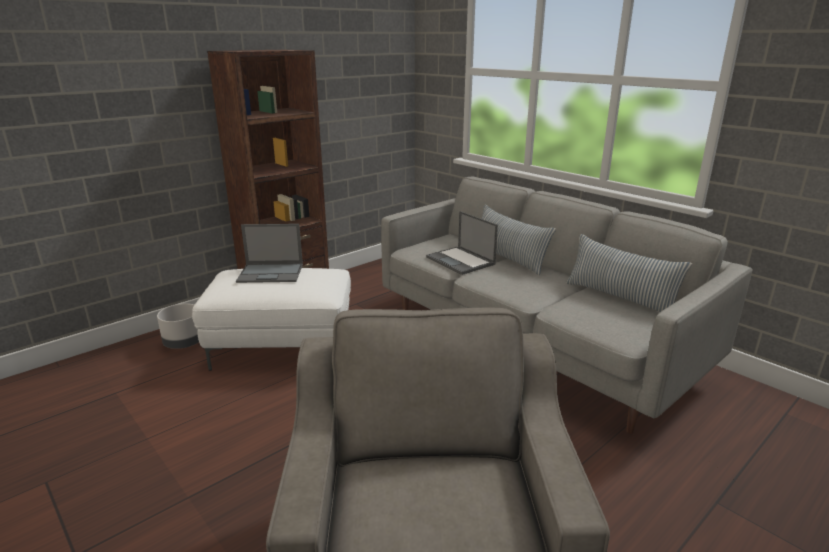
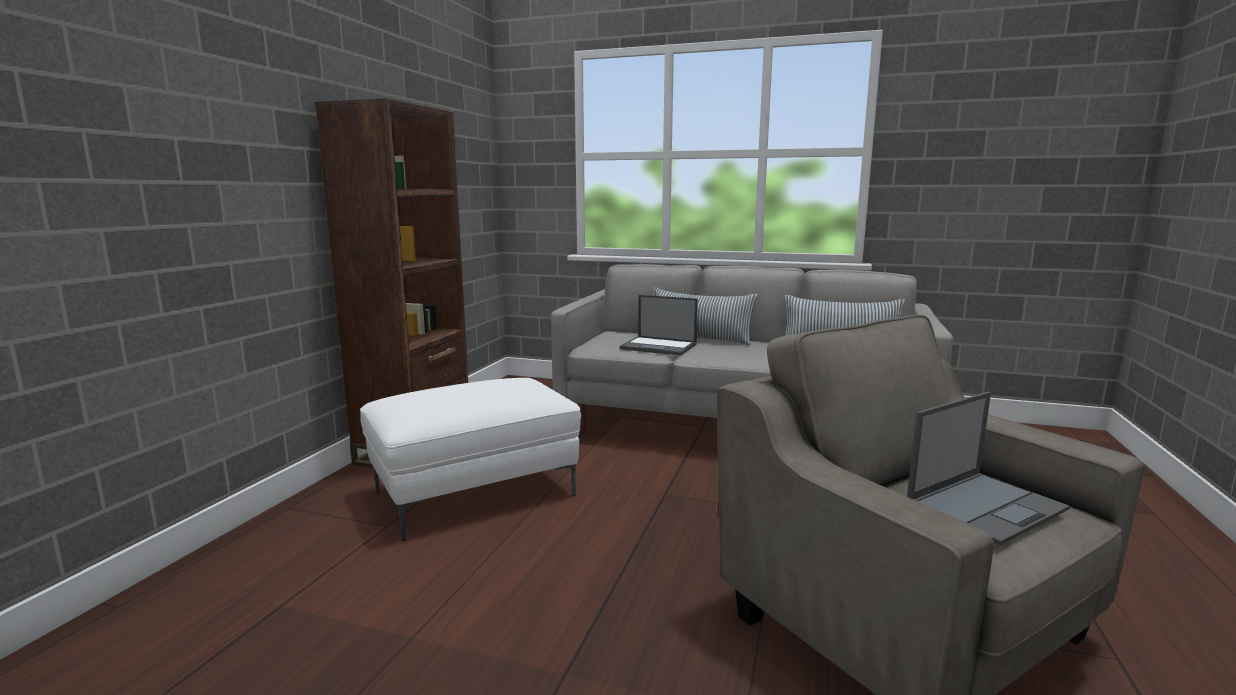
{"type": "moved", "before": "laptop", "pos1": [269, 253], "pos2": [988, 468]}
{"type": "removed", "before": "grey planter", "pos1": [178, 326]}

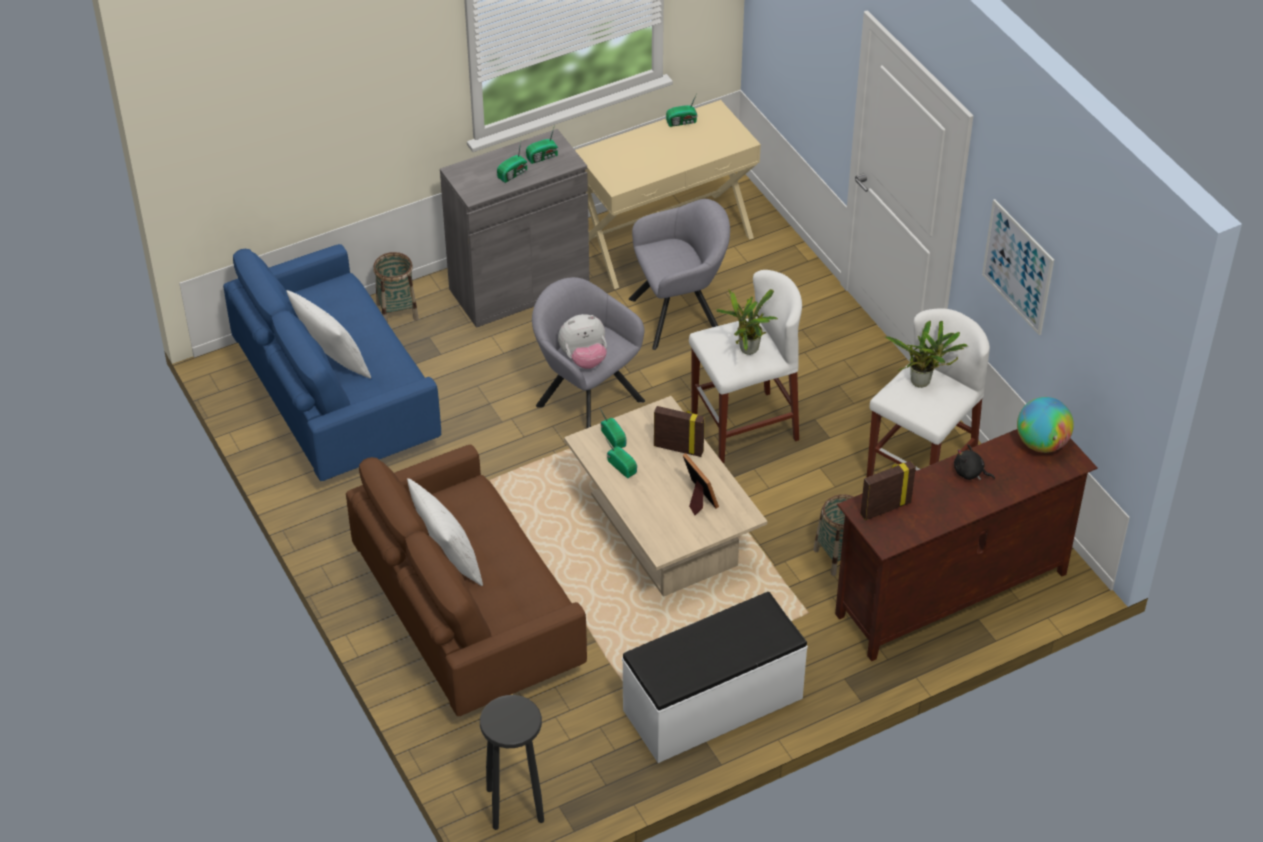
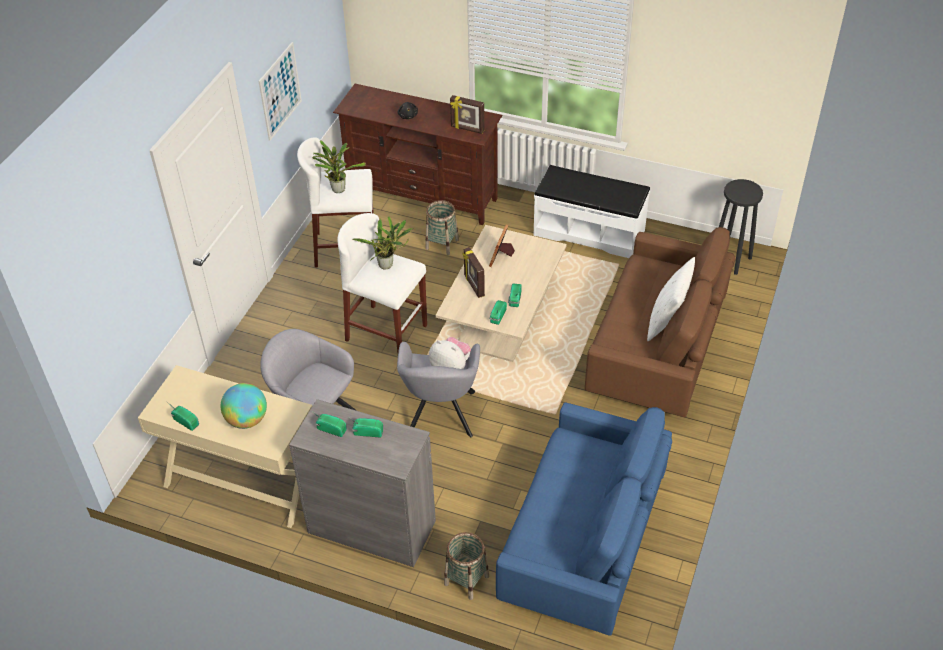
{"type": "removed", "before": "white pillow", "pos1": [328, 334]}
{"type": "moved", "before": "globe", "pos1": [1045, 425], "pos2": [244, 406]}

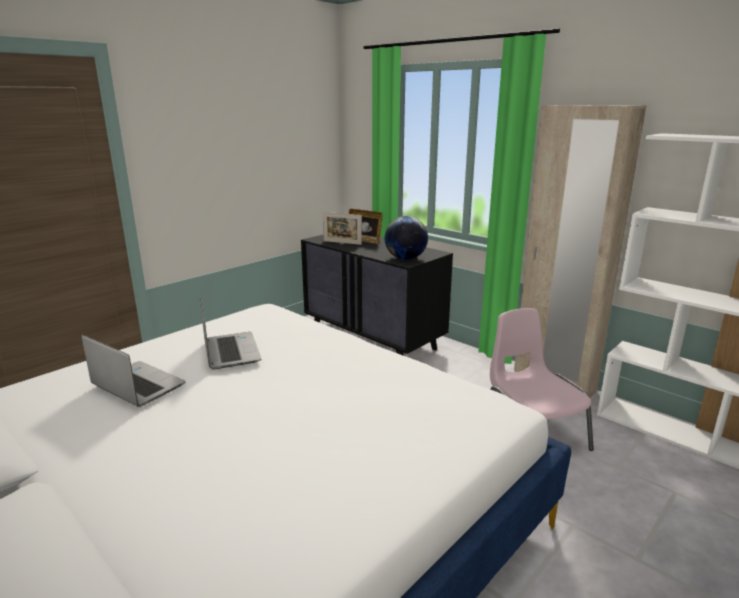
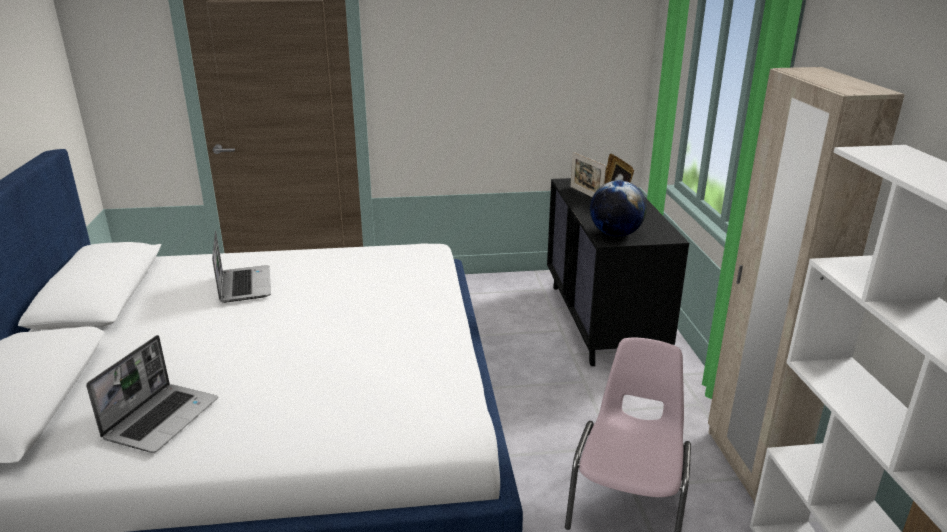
{"type": "moved", "before": "laptop", "pos1": [230, 333], "pos2": [152, 394]}

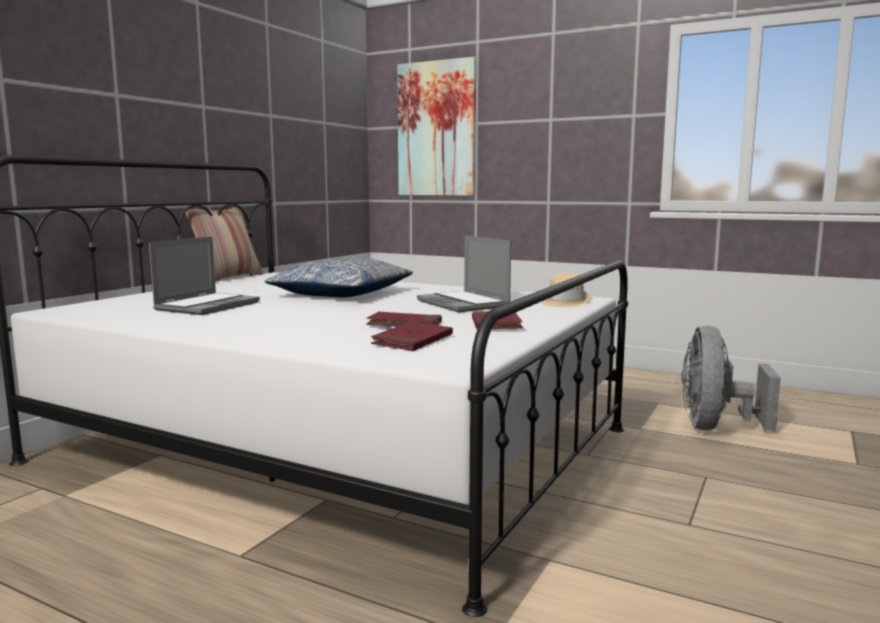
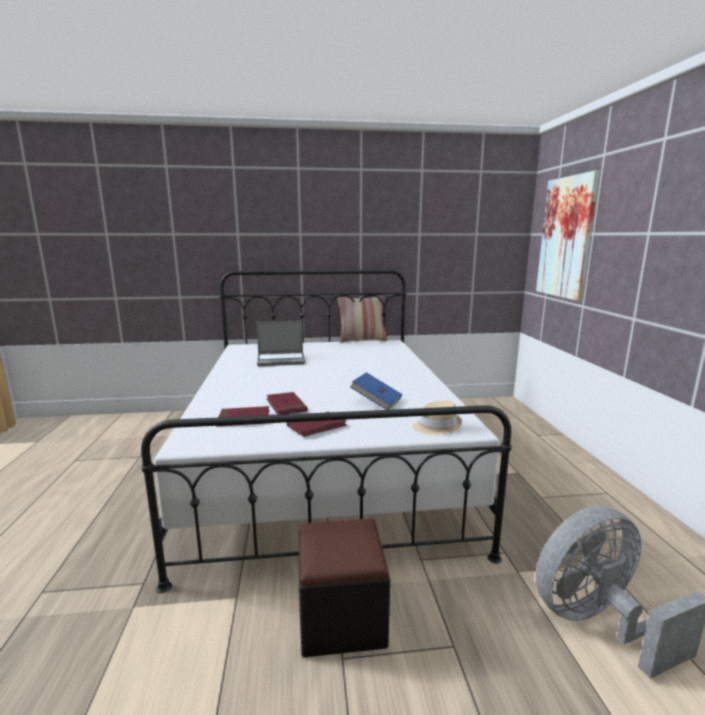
{"type": "replaced", "before": "laptop", "after": "blue book", "pos1": [464, 274], "pos2": [376, 391]}
{"type": "removed", "before": "pillow", "pos1": [339, 277]}
{"type": "added", "after": "black ottoman", "pos2": [344, 587]}

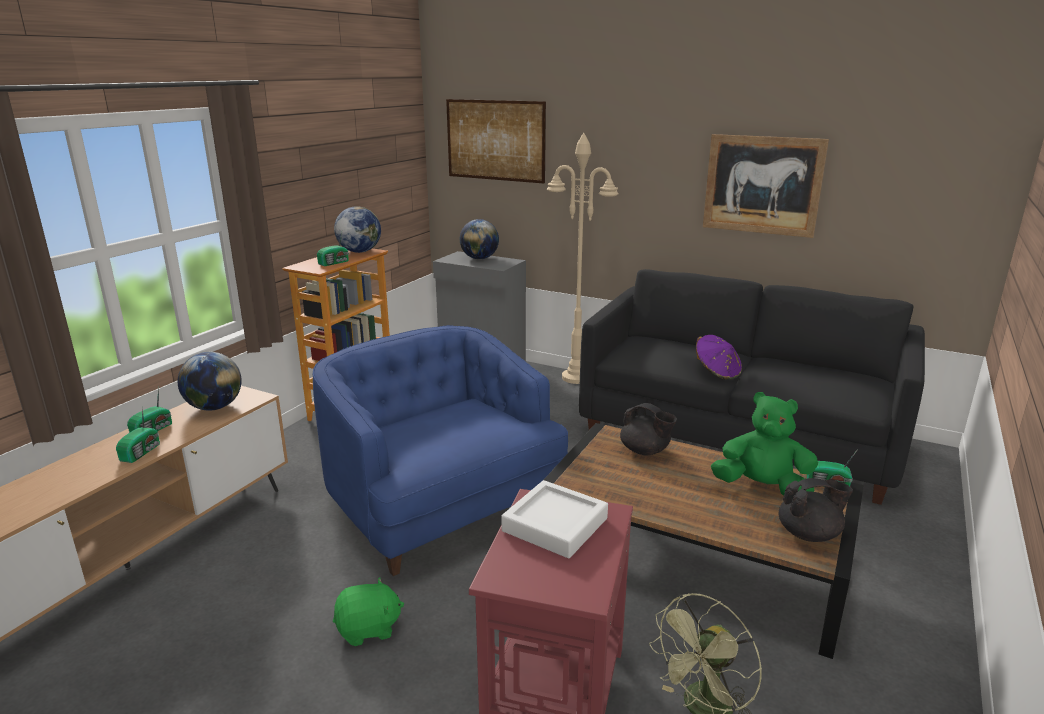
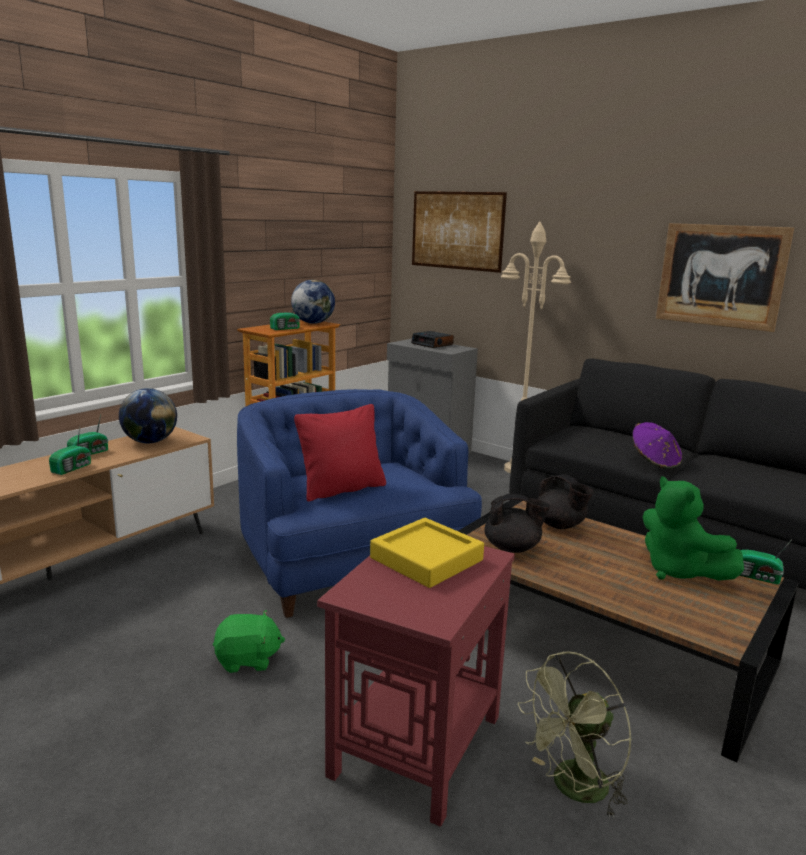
{"type": "replaced", "before": "globe", "after": "alarm clock", "pos1": [479, 239], "pos2": [432, 339]}
{"type": "turned", "before": "green plush toy", "pos1": [764, 444], "pos2": [693, 528], "turn": -150}
{"type": "moved", "before": "black teapot", "pos1": [816, 510], "pos2": [517, 523]}
{"type": "recoloured", "before": "white tray", "after": "yellow tray", "pos1": [554, 519], "pos2": [427, 553]}
{"type": "added", "after": "red pillow", "pos2": [340, 453]}

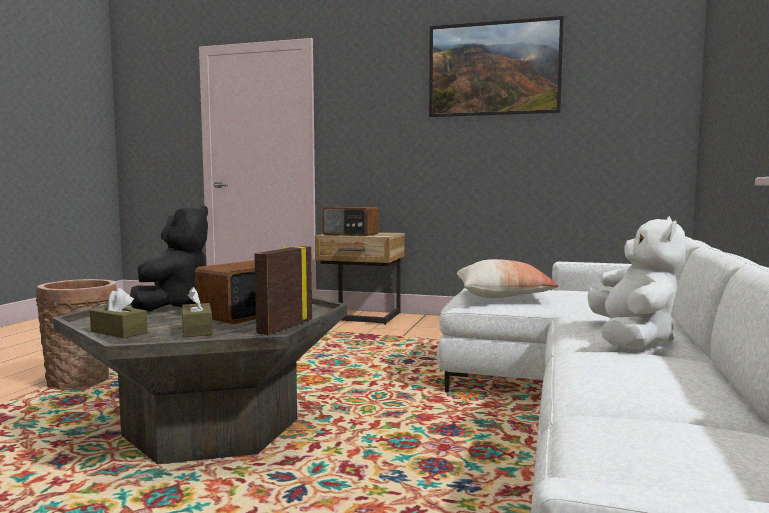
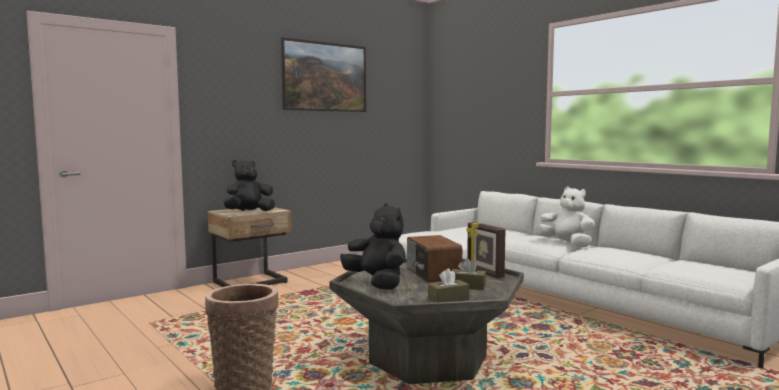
{"type": "replaced", "before": "radio", "after": "black plush toy", "pos1": [350, 221], "pos2": [249, 185]}
{"type": "removed", "before": "pillow", "pos1": [508, 278]}

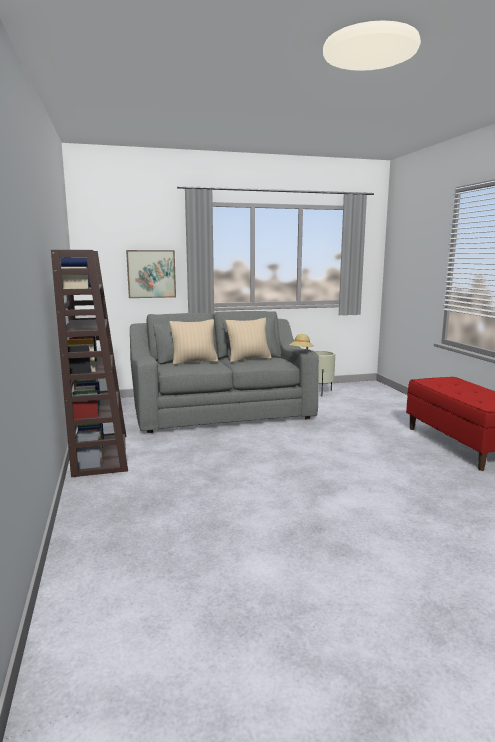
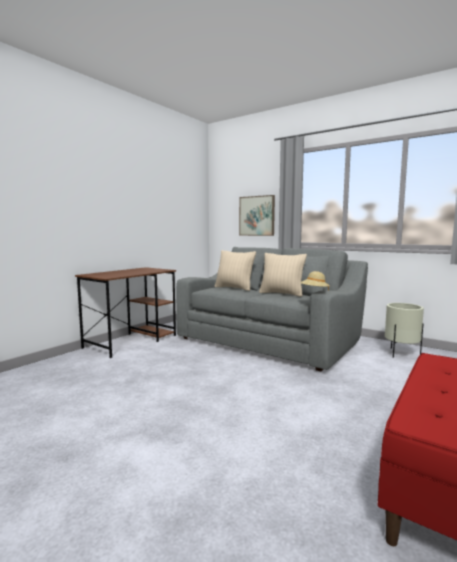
{"type": "replaced", "before": "brown bookcase", "after": "brown desk", "pos1": [89, 363], "pos2": [125, 312]}

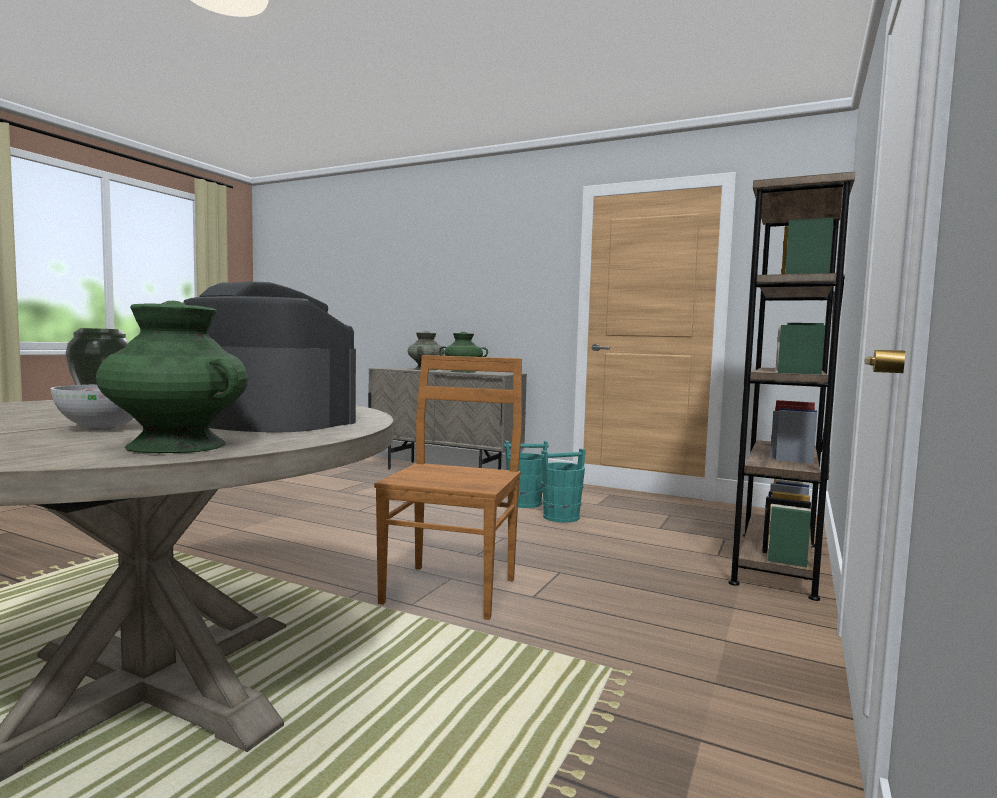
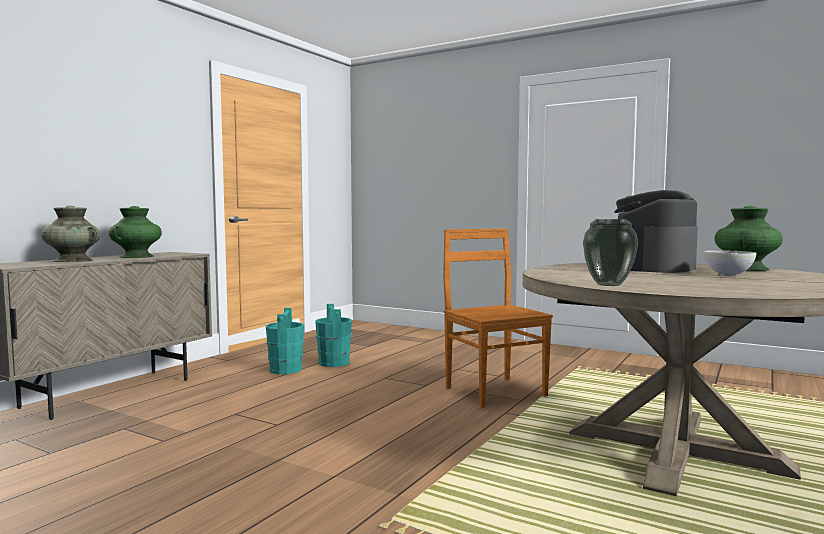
{"type": "removed", "before": "brown bookcase", "pos1": [792, 386]}
{"type": "turned", "before": "brown chair", "pos1": [448, 487], "pos2": [498, 318], "turn": 45}

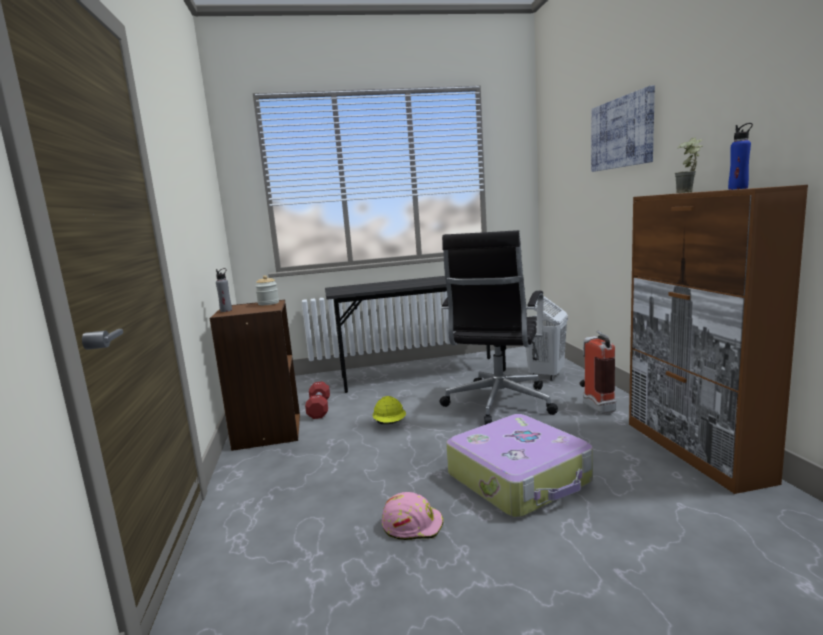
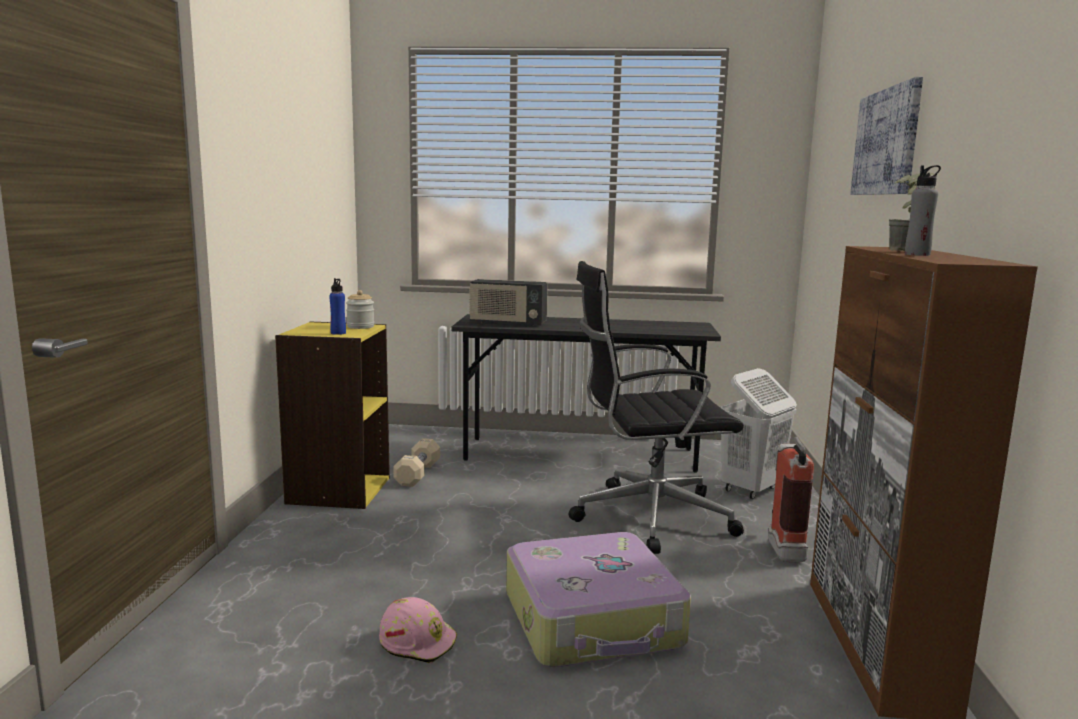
{"type": "moved", "before": "blue bottle", "pos1": [740, 156], "pos2": [337, 306]}
{"type": "turned", "before": "black office chair", "pos1": [498, 327], "pos2": [656, 407], "turn": 45}
{"type": "moved", "before": "grey bottle", "pos1": [224, 290], "pos2": [923, 210]}
{"type": "recoloured", "before": "brown bookcase", "after": "yellow bookcase", "pos1": [255, 375], "pos2": [332, 415]}
{"type": "recoloured", "before": "red dumbbell", "after": "beige dumbbell", "pos1": [317, 400], "pos2": [416, 462]}
{"type": "removed", "before": "yellow hard hat", "pos1": [389, 410]}
{"type": "added", "after": "radio", "pos2": [508, 303]}

